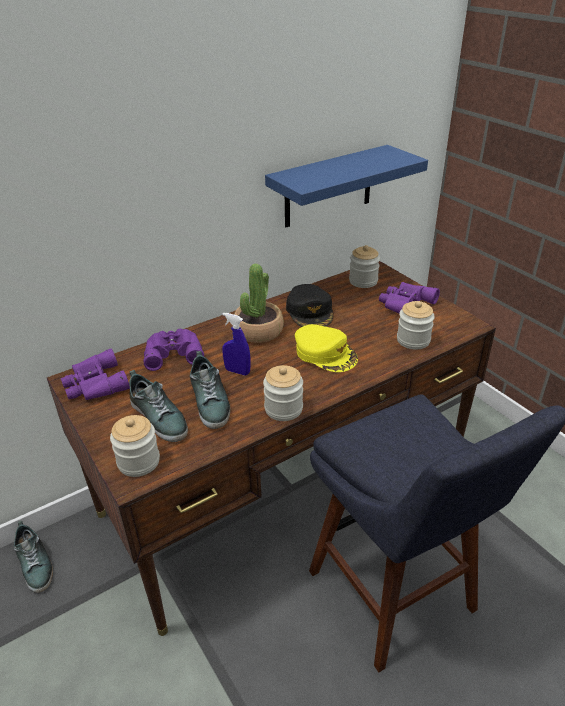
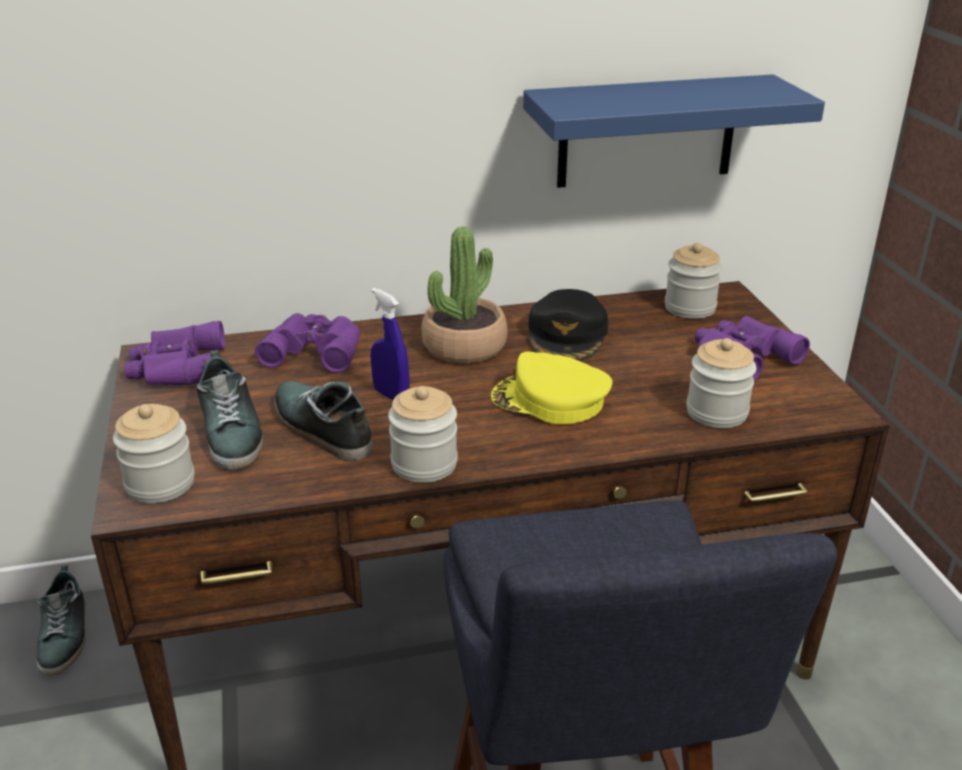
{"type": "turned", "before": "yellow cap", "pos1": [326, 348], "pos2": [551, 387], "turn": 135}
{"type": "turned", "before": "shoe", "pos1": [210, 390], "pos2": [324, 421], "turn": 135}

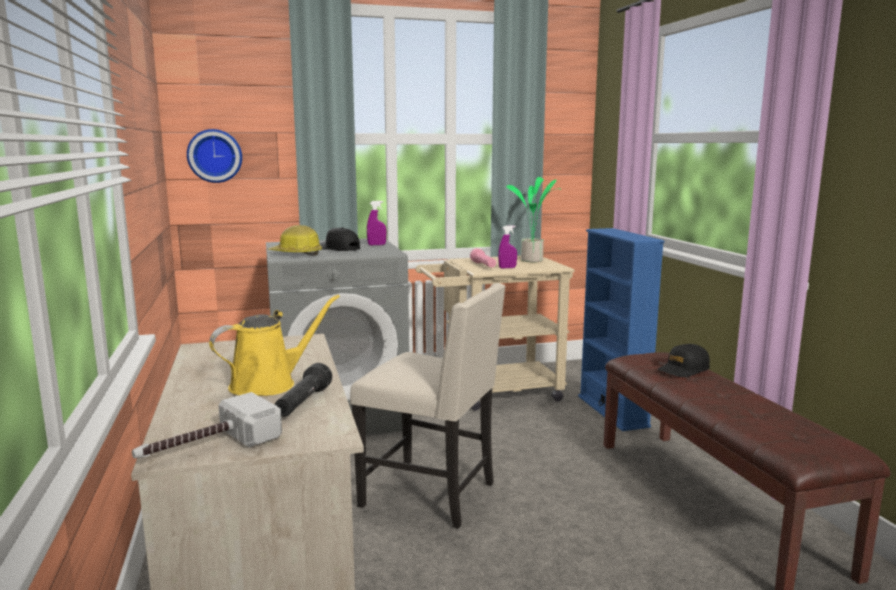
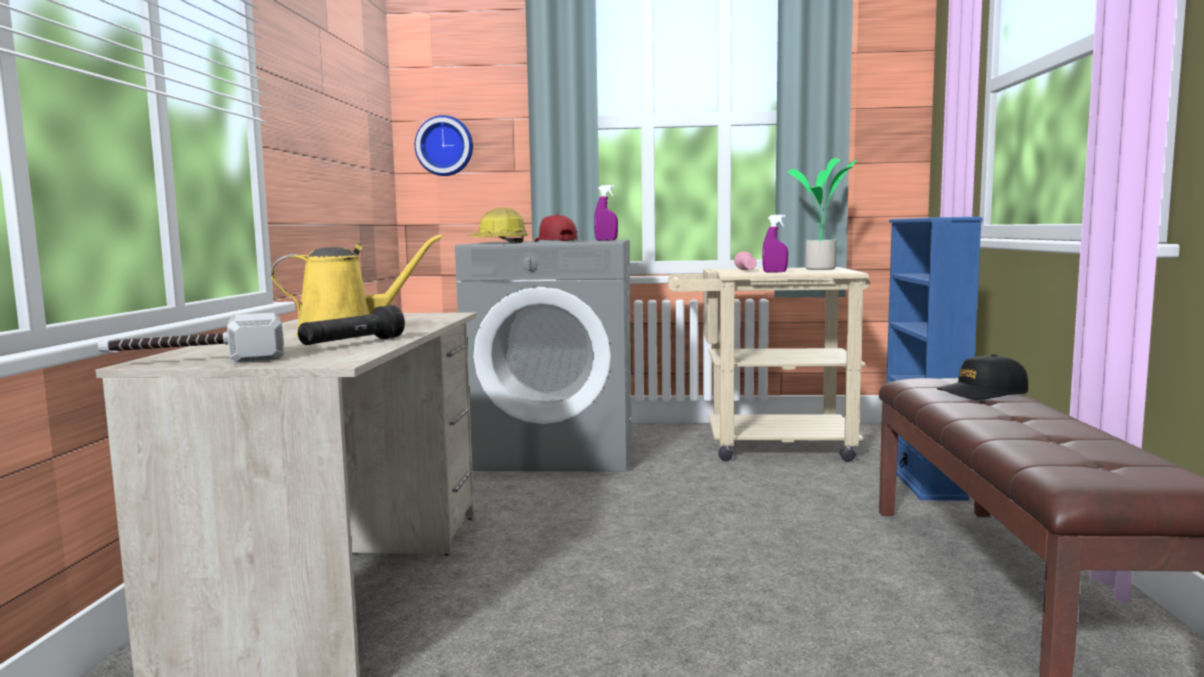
{"type": "recoloured", "before": "black cap", "after": "red cap", "pos1": [340, 239], "pos2": [556, 228]}
{"type": "removed", "before": "beige chair", "pos1": [428, 406]}

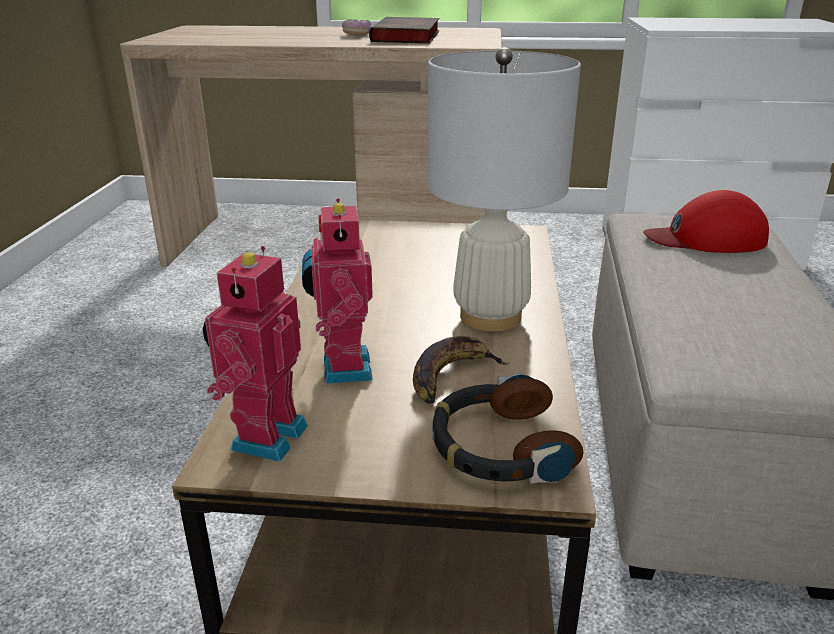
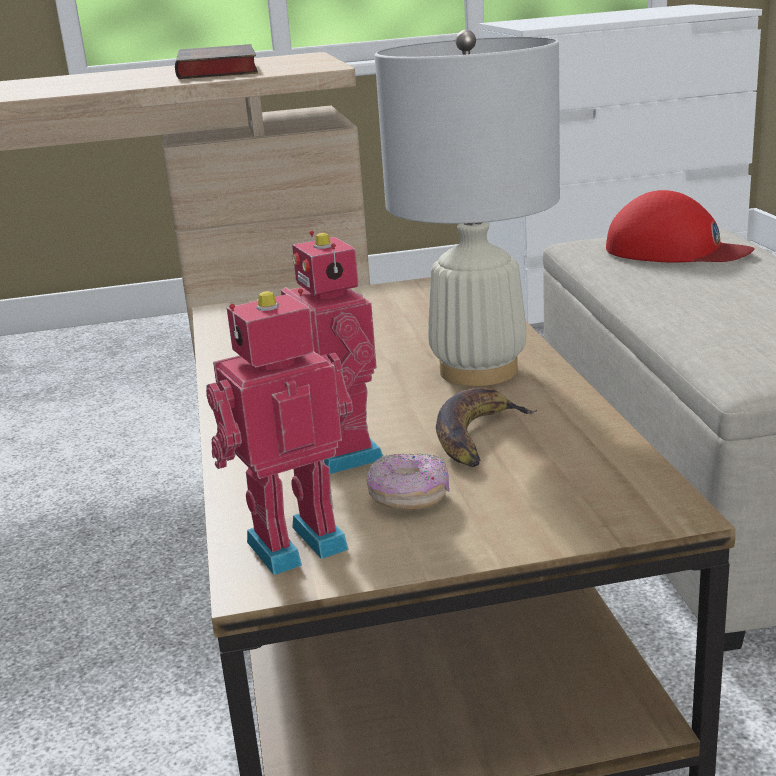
{"type": "moved", "before": "donut", "pos1": [356, 27], "pos2": [407, 481]}
{"type": "turned", "before": "red cap", "pos1": [706, 221], "pos2": [680, 226], "turn": -135}
{"type": "turned", "before": "toy robot", "pos1": [255, 354], "pos2": [279, 432], "turn": 60}
{"type": "removed", "before": "headphones", "pos1": [507, 428]}

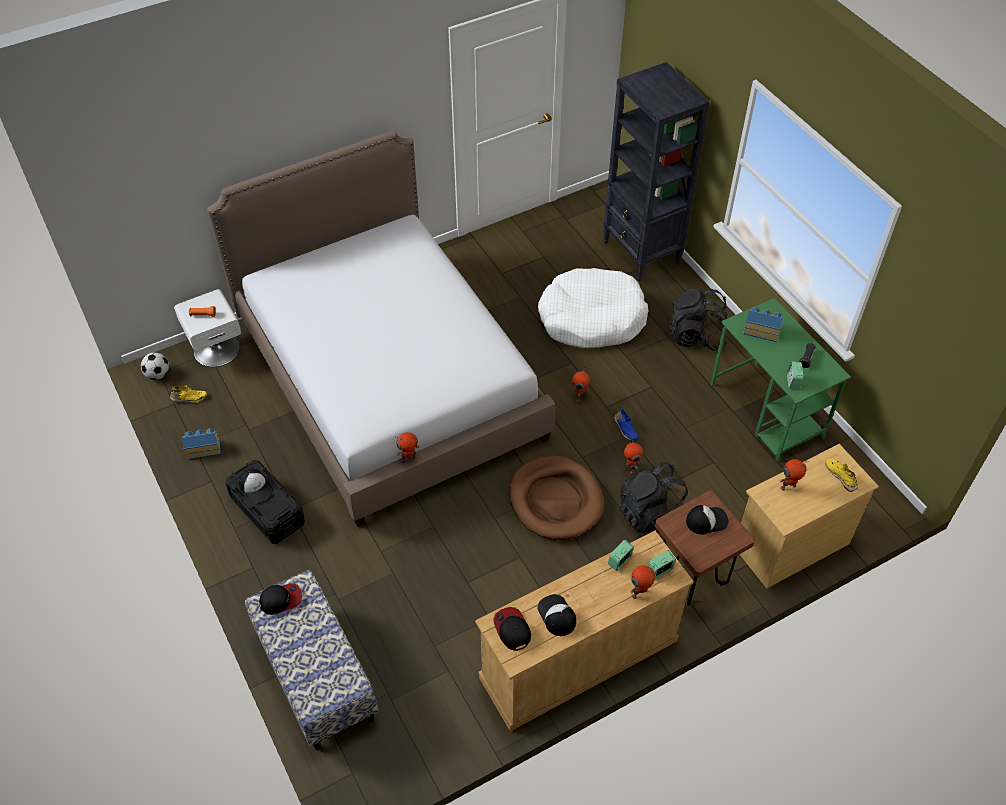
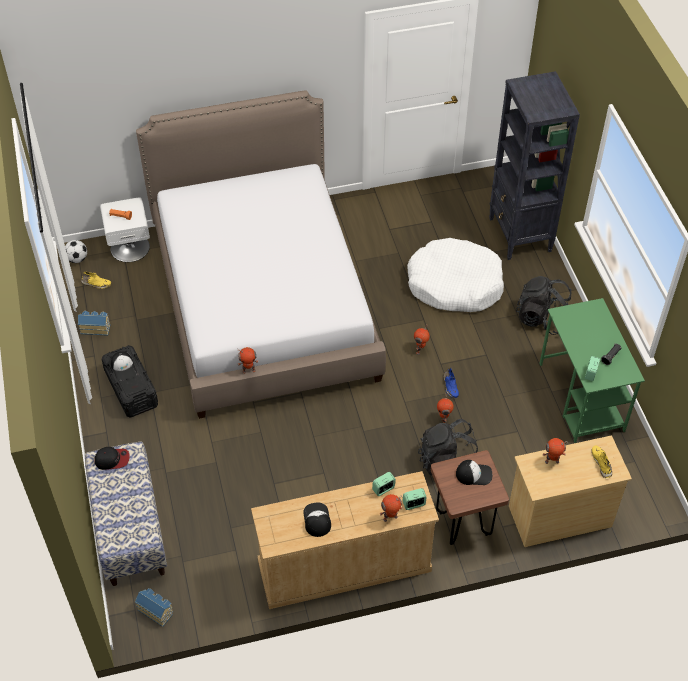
{"type": "moved", "before": "toy house", "pos1": [763, 324], "pos2": [154, 607]}
{"type": "removed", "before": "brown dog bed", "pos1": [556, 497]}
{"type": "removed", "before": "cap", "pos1": [512, 629]}

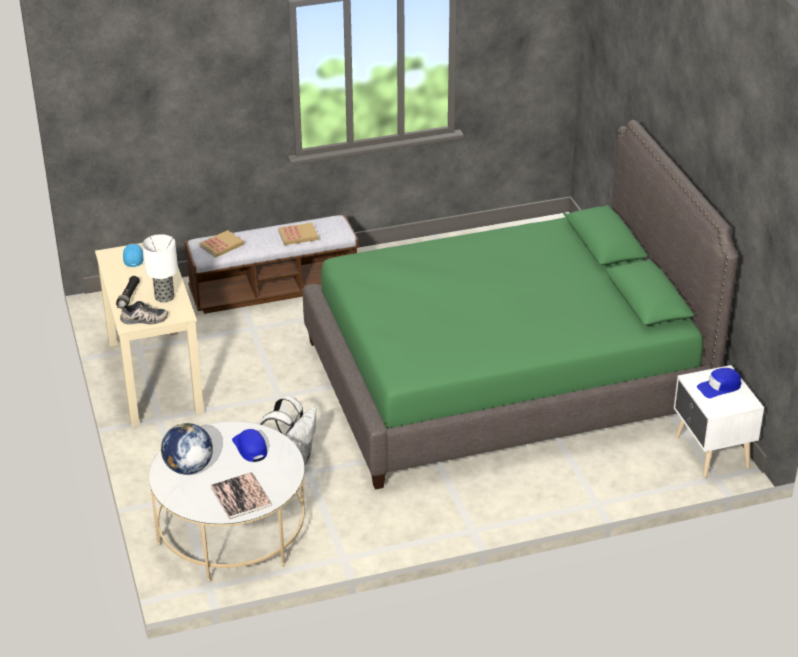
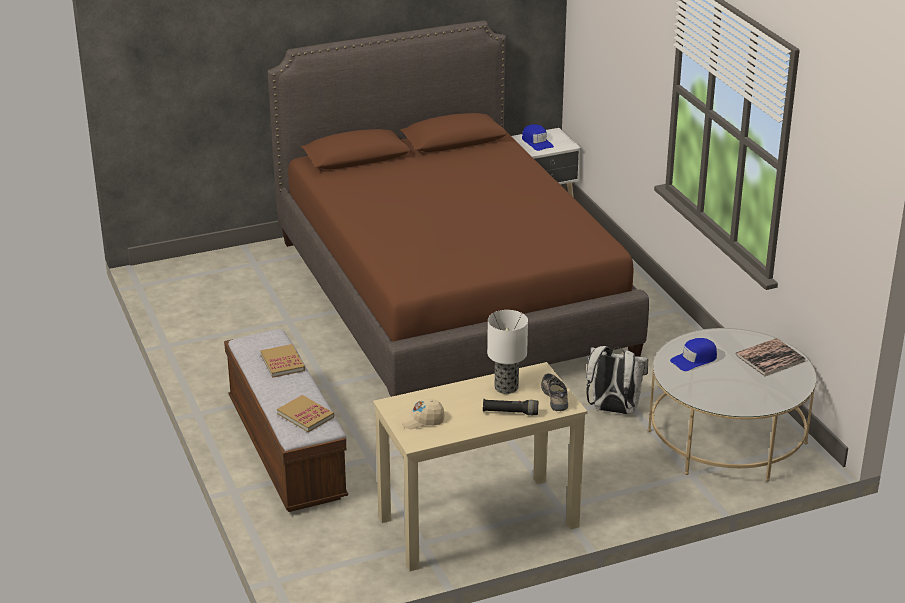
{"type": "recoloured", "before": "green bed", "after": "brown bed", "pos1": [521, 305], "pos2": [458, 209]}
{"type": "recoloured", "before": "blue cap", "after": "beige cap", "pos1": [133, 255], "pos2": [421, 414]}
{"type": "removed", "before": "globe", "pos1": [187, 449]}

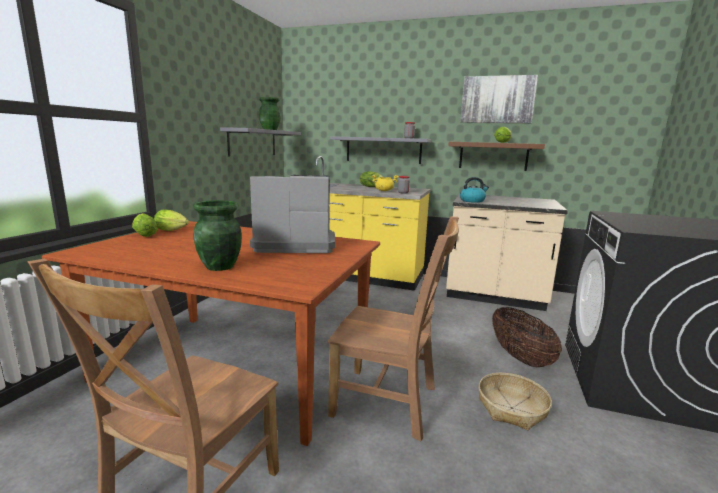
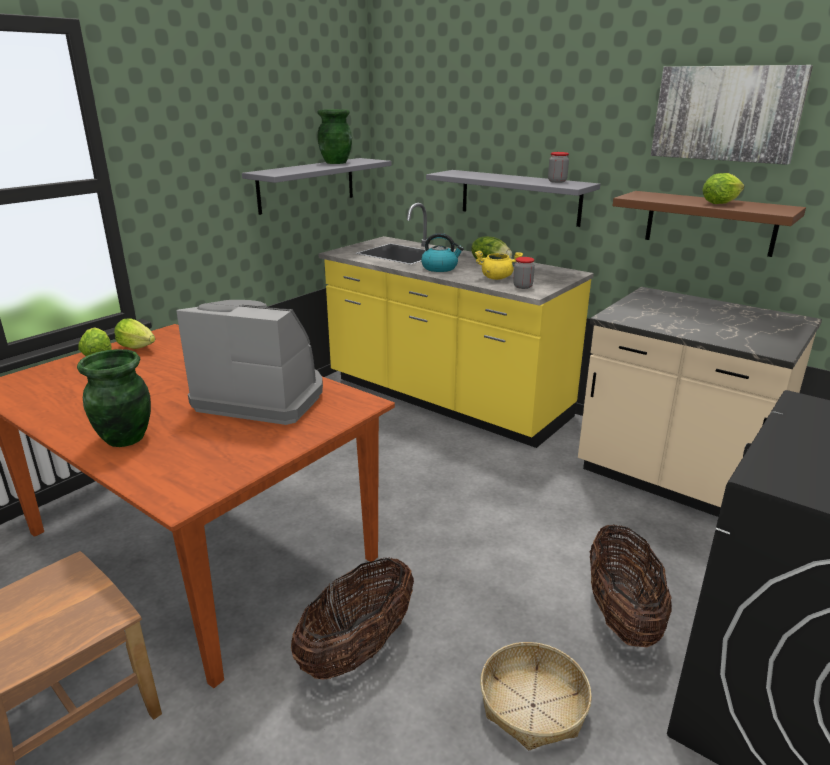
{"type": "moved", "before": "kettle", "pos1": [474, 190], "pos2": [442, 252]}
{"type": "replaced", "before": "brown chair", "after": "basket", "pos1": [393, 329], "pos2": [352, 618]}

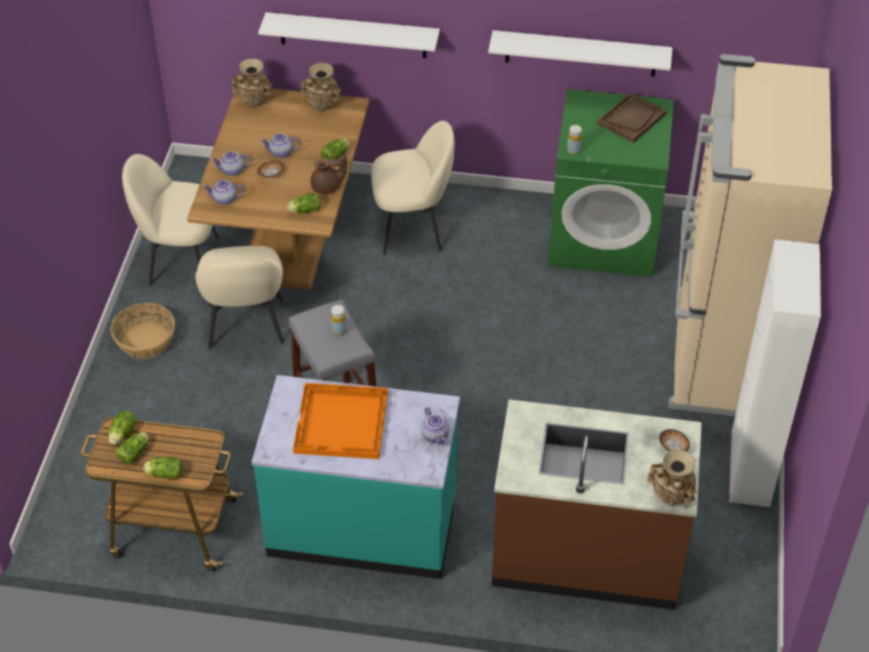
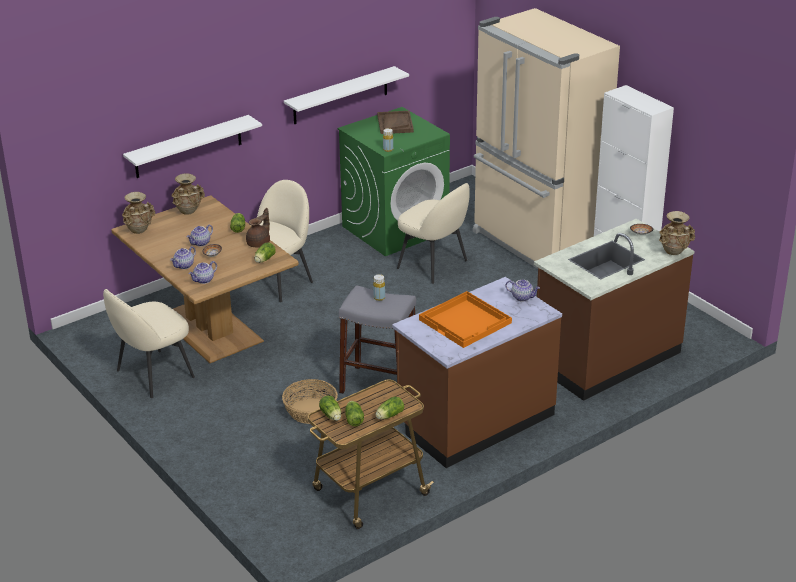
{"type": "moved", "before": "beige chair", "pos1": [239, 297], "pos2": [433, 233]}
{"type": "moved", "before": "basket", "pos1": [142, 331], "pos2": [310, 401]}
{"type": "recoloured", "before": "turquoise counter", "after": "brown counter", "pos1": [355, 477], "pos2": [477, 372]}

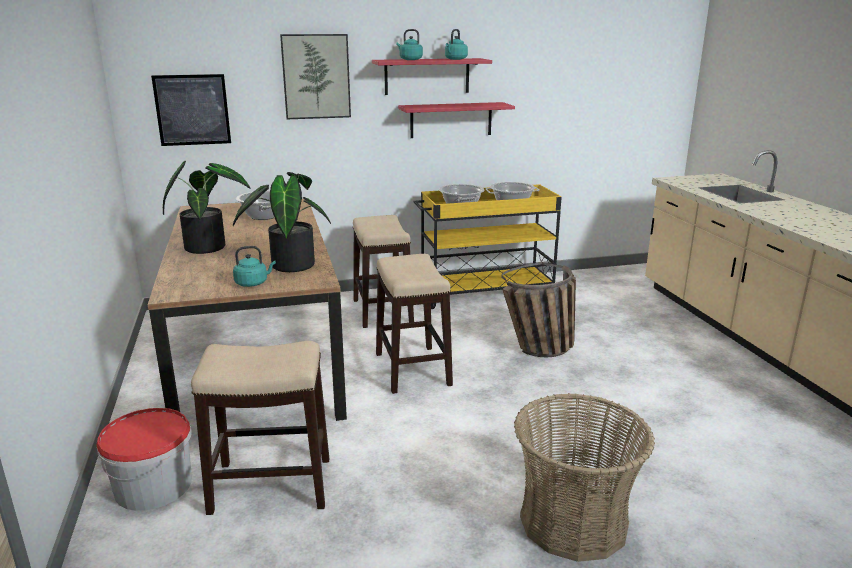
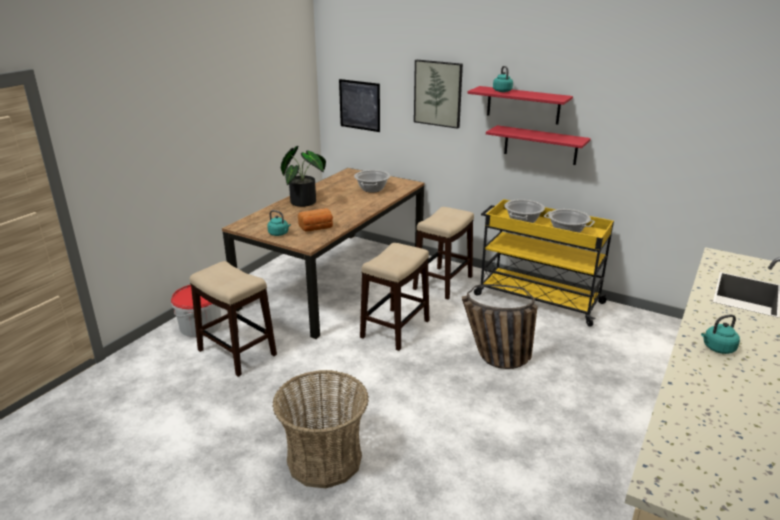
{"type": "moved", "before": "turquoise kettle", "pos1": [456, 44], "pos2": [720, 334]}
{"type": "replaced", "before": "potted plant", "after": "bread", "pos1": [282, 222], "pos2": [315, 220]}

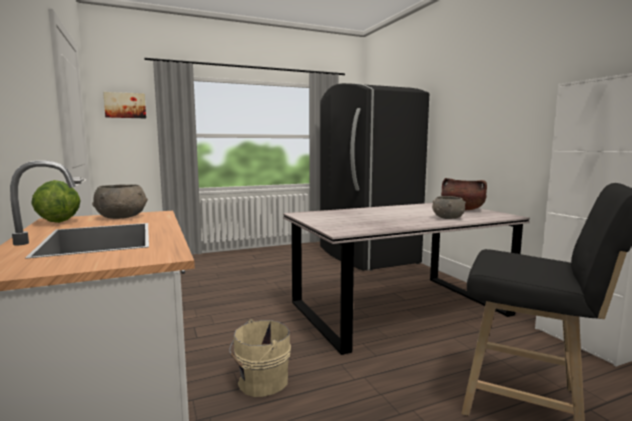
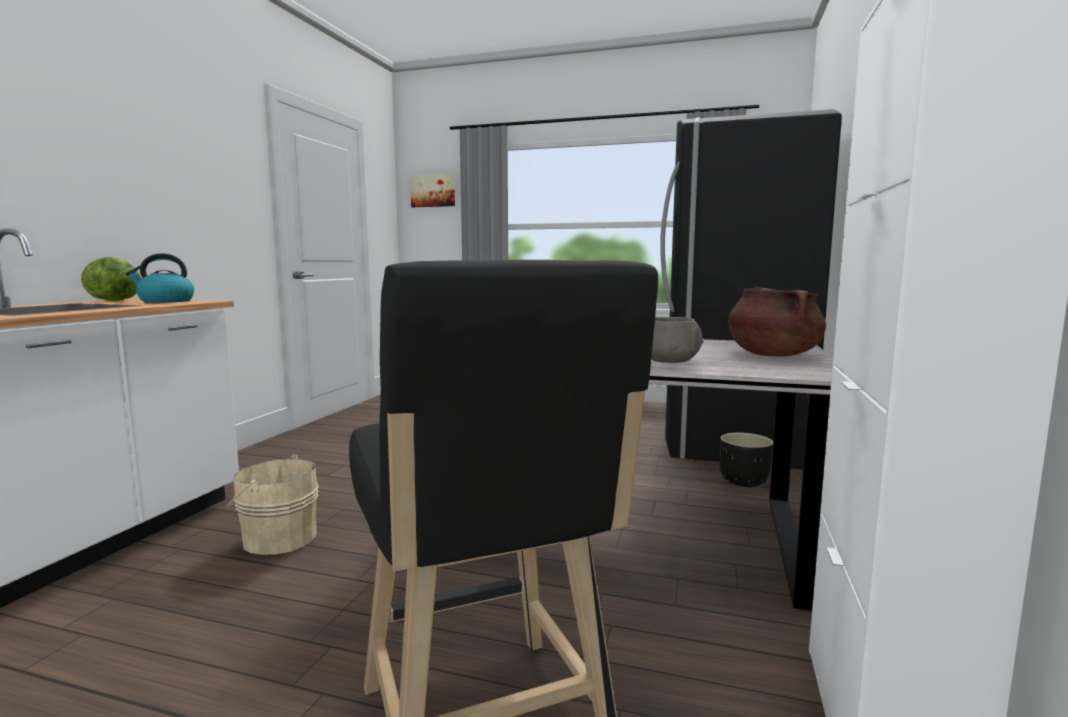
{"type": "replaced", "before": "grey bowl", "after": "kettle", "pos1": [120, 201], "pos2": [160, 278]}
{"type": "added", "after": "black planter", "pos2": [746, 460]}

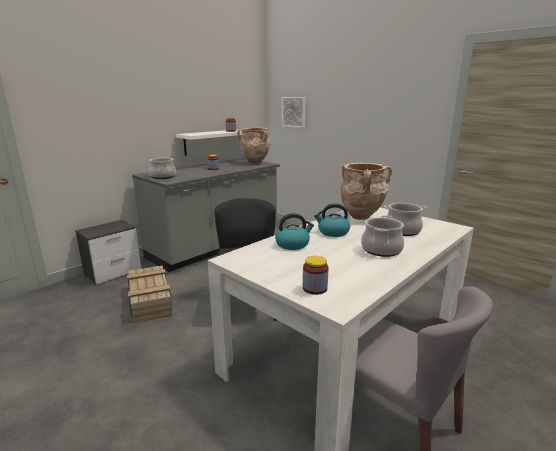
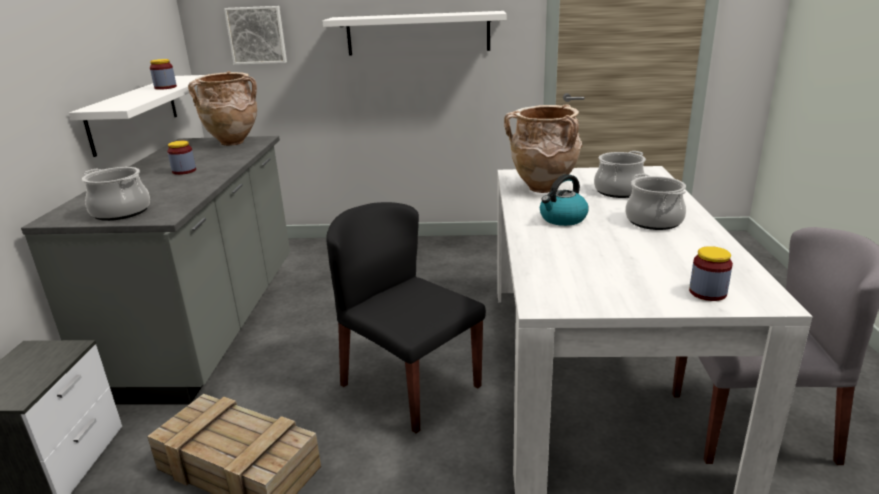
{"type": "removed", "before": "kettle", "pos1": [294, 231]}
{"type": "added", "after": "white shelf", "pos2": [414, 33]}

